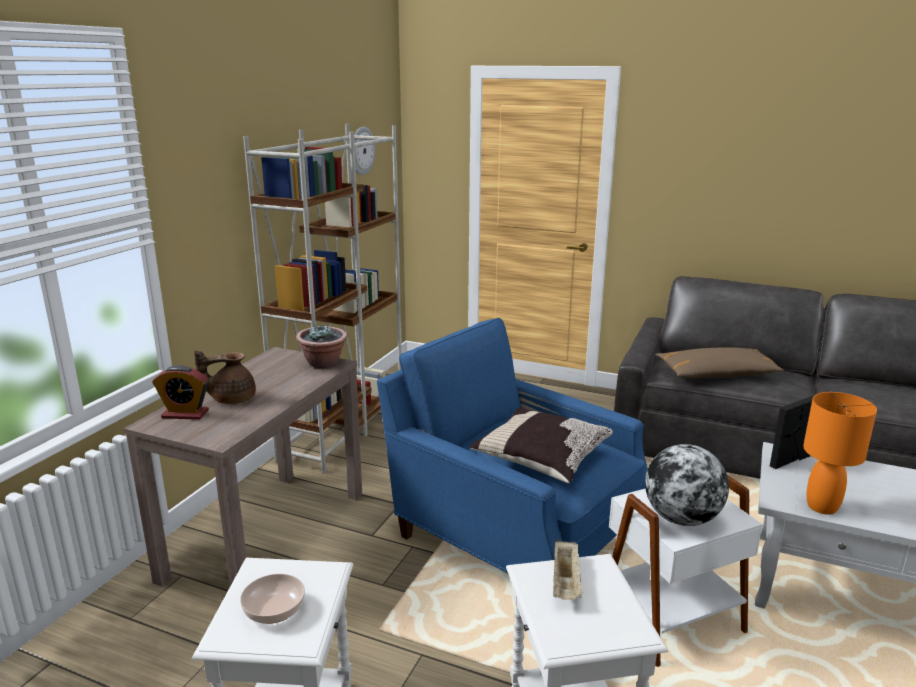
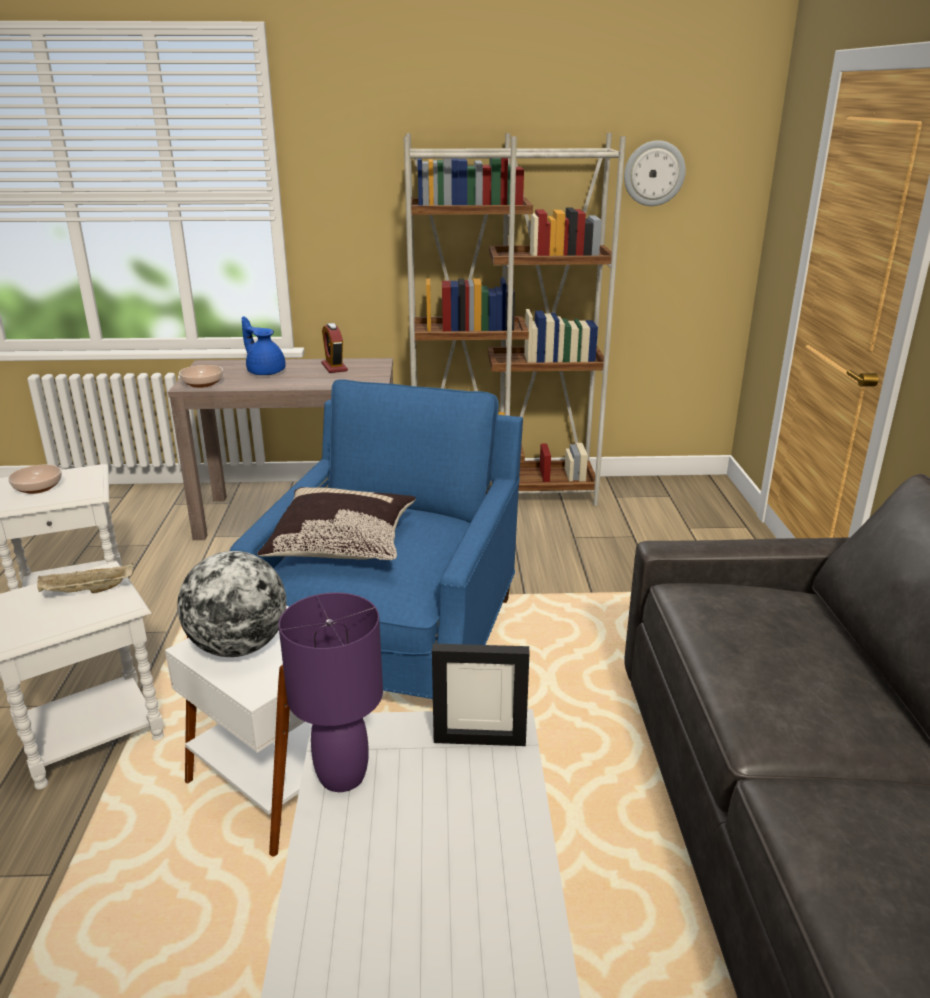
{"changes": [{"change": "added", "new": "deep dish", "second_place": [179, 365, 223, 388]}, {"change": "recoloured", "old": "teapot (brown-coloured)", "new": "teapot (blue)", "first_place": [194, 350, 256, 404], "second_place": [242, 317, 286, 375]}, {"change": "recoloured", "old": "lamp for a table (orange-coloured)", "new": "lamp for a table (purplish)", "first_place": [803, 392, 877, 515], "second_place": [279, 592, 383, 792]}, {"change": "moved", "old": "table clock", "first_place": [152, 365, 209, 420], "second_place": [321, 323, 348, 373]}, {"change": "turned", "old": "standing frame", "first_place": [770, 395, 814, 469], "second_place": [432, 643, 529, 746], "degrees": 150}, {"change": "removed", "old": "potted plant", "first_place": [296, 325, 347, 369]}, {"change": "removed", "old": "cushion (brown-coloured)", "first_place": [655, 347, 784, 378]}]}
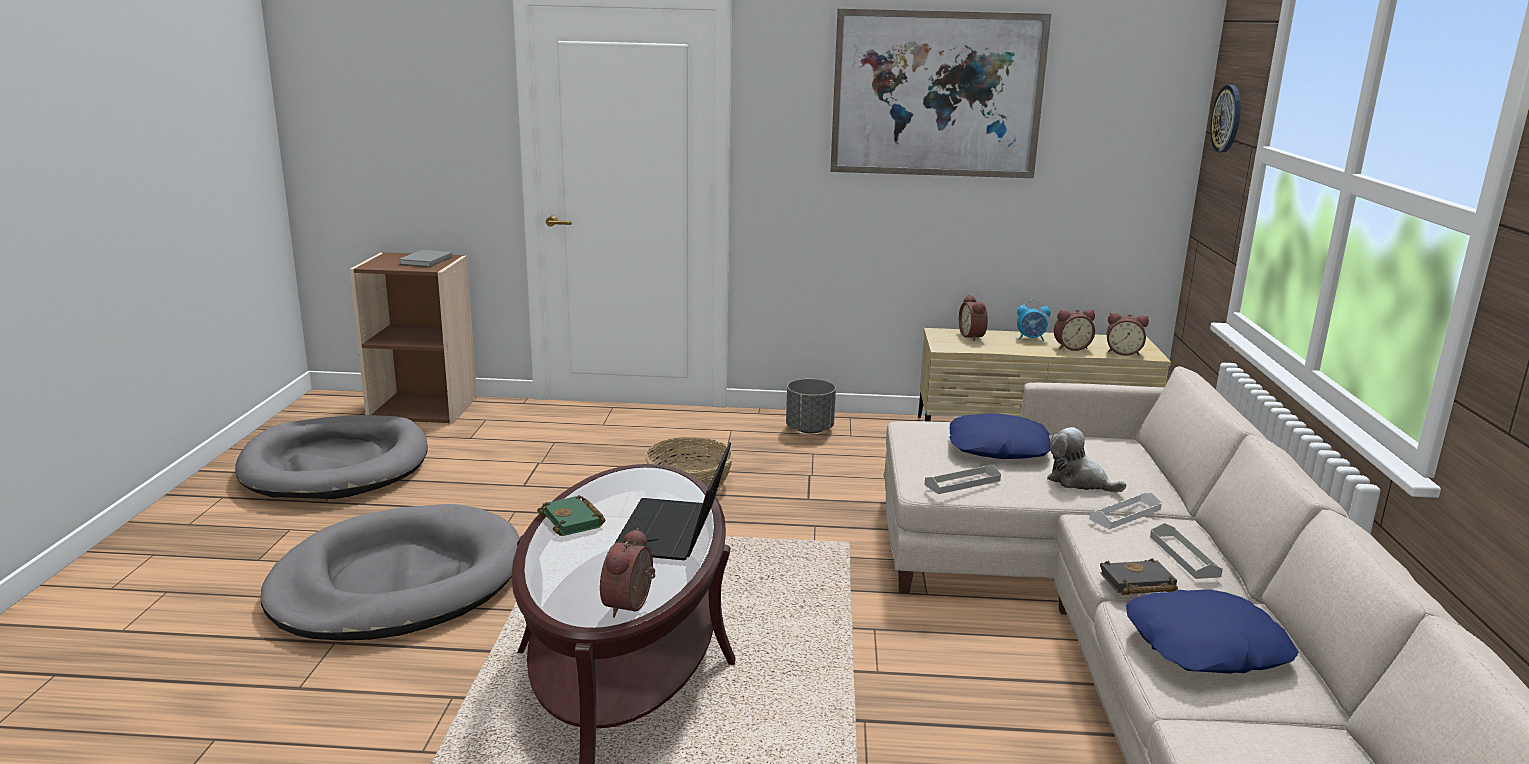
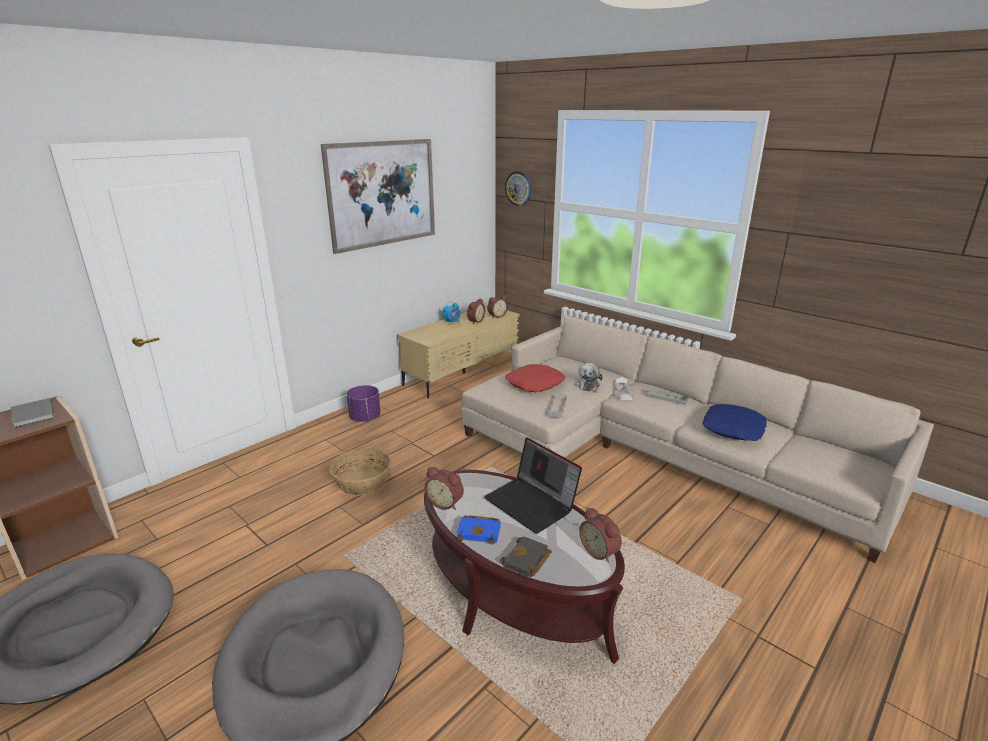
{"changes": [{"change": "recoloured", "old": "planter (grey)", "new": "planter (purplish)", "first_place": [786, 379, 836, 434], "second_place": [347, 385, 381, 422]}, {"change": "moved", "old": "table clock", "first_place": [959, 295, 988, 341], "second_place": [425, 467, 464, 510]}, {"change": "recoloured", "old": "bound book (greenish)", "new": "bound book (blue)", "first_place": [537, 495, 605, 536], "second_place": [457, 515, 501, 544]}, {"change": "moved", "old": "bound book (blackish)", "first_place": [1100, 558, 1178, 595], "second_place": [500, 536, 552, 577]}, {"change": "recoloured", "old": "cushion (blue)", "new": "cushion (red)", "first_place": [949, 414, 1050, 459], "second_place": [505, 364, 566, 392]}, {"change": "turned", "old": "cuddly toy", "first_place": [1047, 427, 1126, 493], "second_place": [574, 363, 602, 391], "degrees": -75}]}
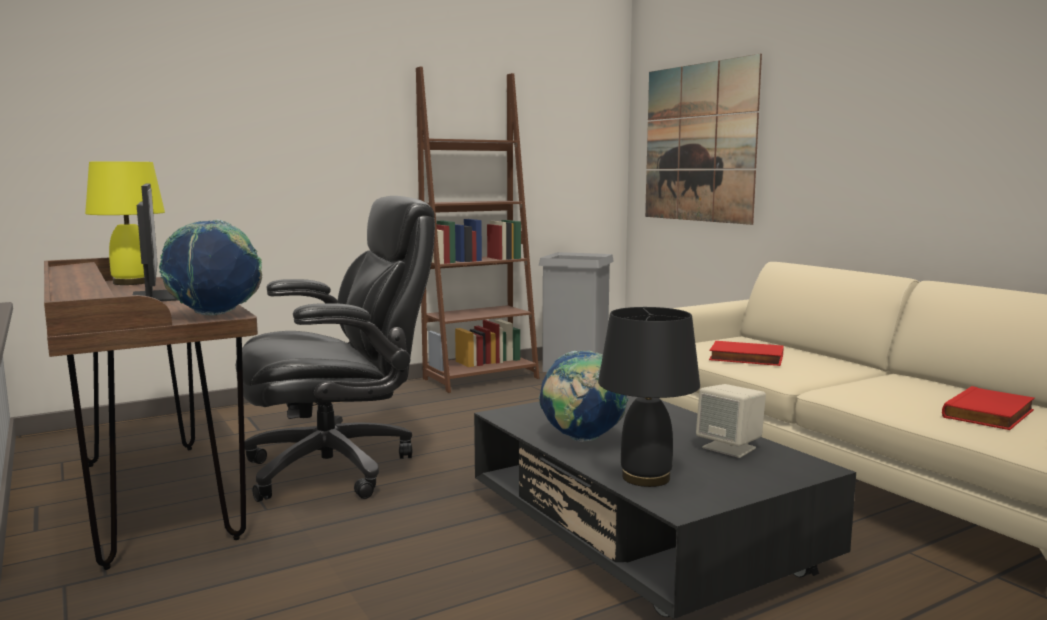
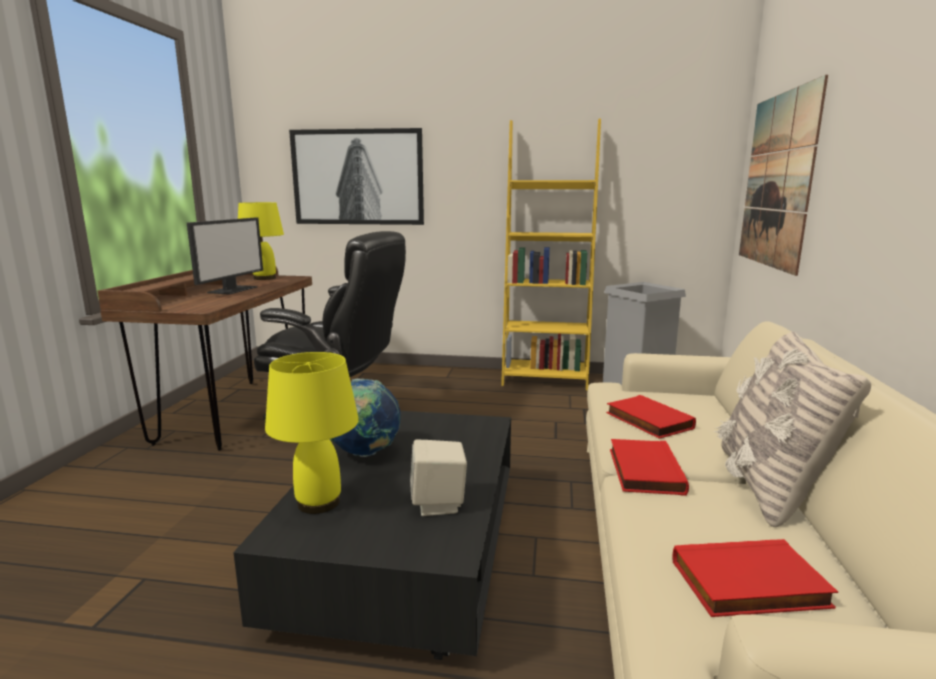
{"changes": [{"change": "recoloured", "old": "lamp for a table (blackish)", "new": "lamp for a table (yellowish)", "first_place": [598, 307, 700, 487], "second_place": [265, 352, 359, 514]}, {"change": "added", "new": "picture", "second_place": [289, 128, 424, 225]}, {"change": "recoloured", "old": "bookcase (brown-coloured)", "new": "bookcase (yellowish)", "first_place": [416, 67, 540, 393], "second_place": [501, 119, 601, 391]}, {"change": "added", "new": "bound book (red)", "second_place": [610, 439, 689, 496]}, {"change": "added", "new": "cushion (sand-coloured)", "second_place": [714, 332, 871, 527]}, {"change": "removed", "old": "desk globe", "first_place": [159, 219, 262, 316]}]}
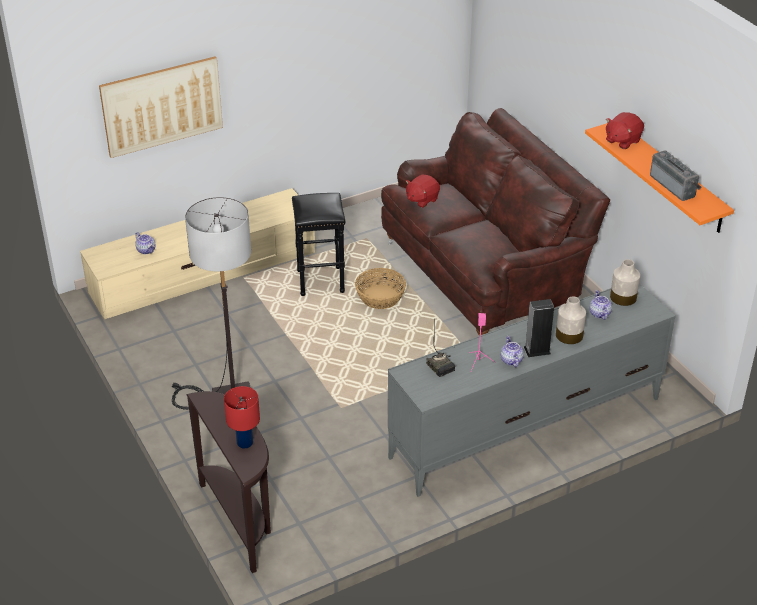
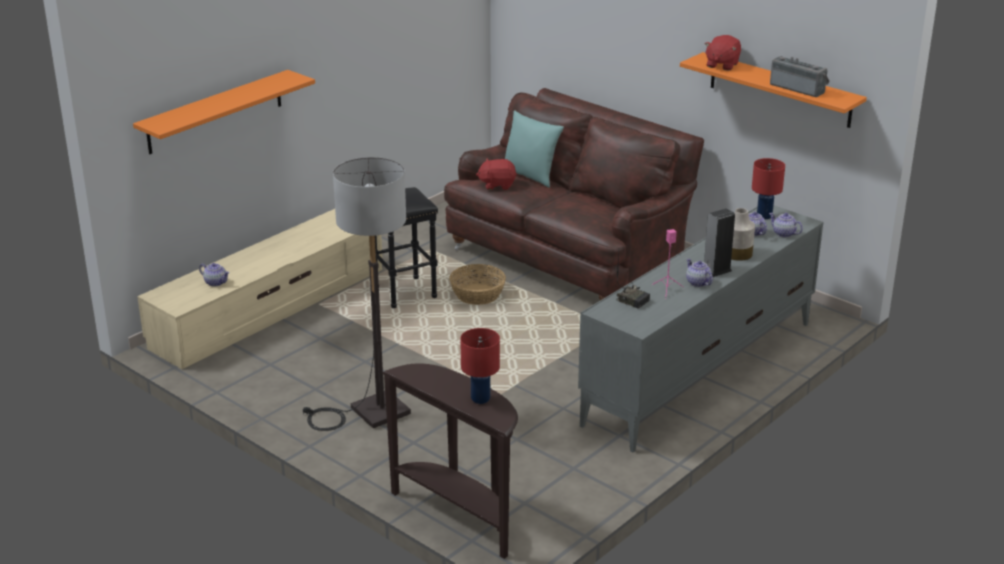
{"changes": [{"change": "replaced", "old": "picture", "new": "shelf (orange-coloured)", "first_place": [99, 57, 223, 158], "second_place": [133, 70, 315, 154]}, {"change": "turned", "old": "cuddly toy (red)", "first_place": [406, 175, 440, 208], "second_place": [476, 158, 517, 190], "degrees": 60}, {"change": "added", "new": "cushion (turquoise)", "second_place": [505, 110, 564, 188]}, {"change": "replaced", "old": "flower vase (sand-coloured)", "new": "lamp for a table (red)", "first_place": [610, 259, 640, 306], "second_place": [752, 158, 785, 219]}, {"change": "added", "new": "teapot", "second_place": [769, 213, 803, 237]}]}
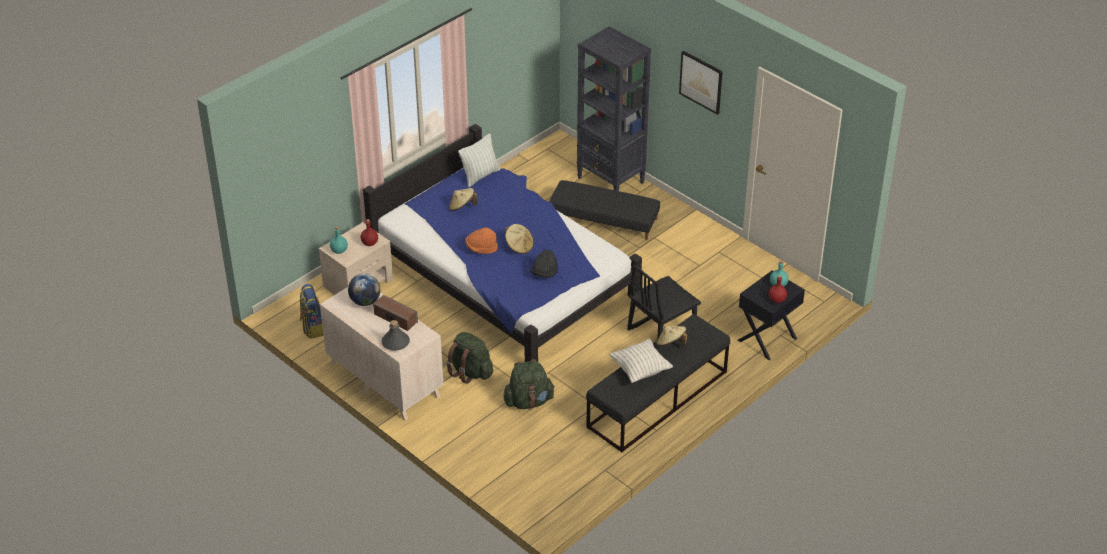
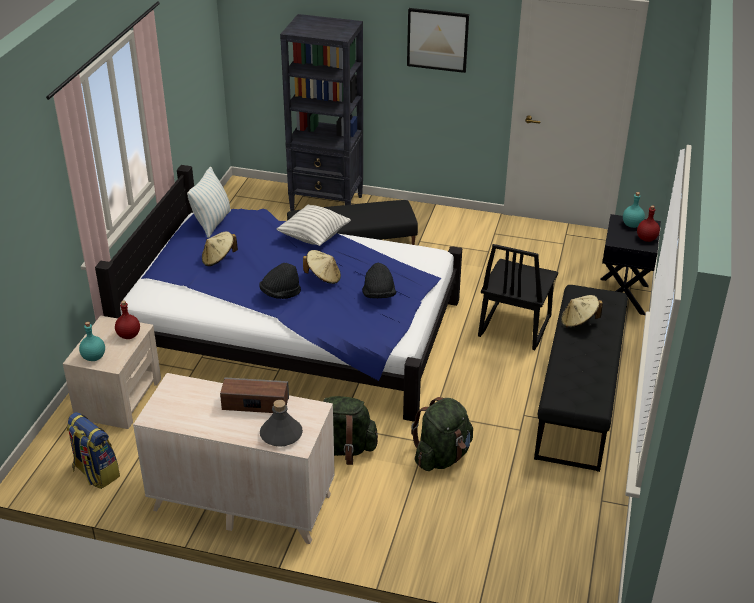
{"changes": [{"change": "recoloured", "old": "hat (orange-coloured)", "new": "hat (blackish)", "first_place": [465, 228, 498, 254], "second_place": [259, 263, 301, 299]}, {"change": "moved", "old": "cushion", "first_place": [609, 339, 673, 383], "second_place": [276, 204, 351, 246]}, {"change": "removed", "old": "desk globe", "first_place": [348, 274, 380, 306]}]}
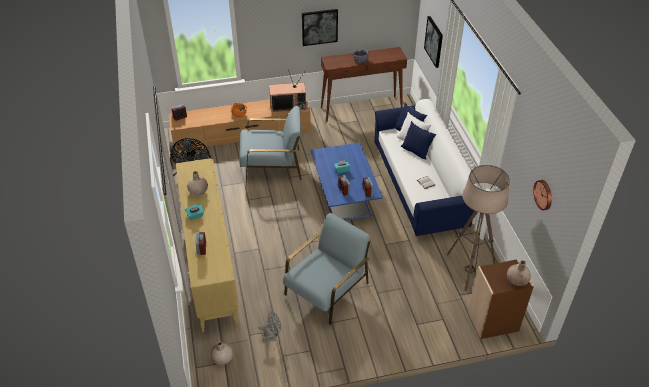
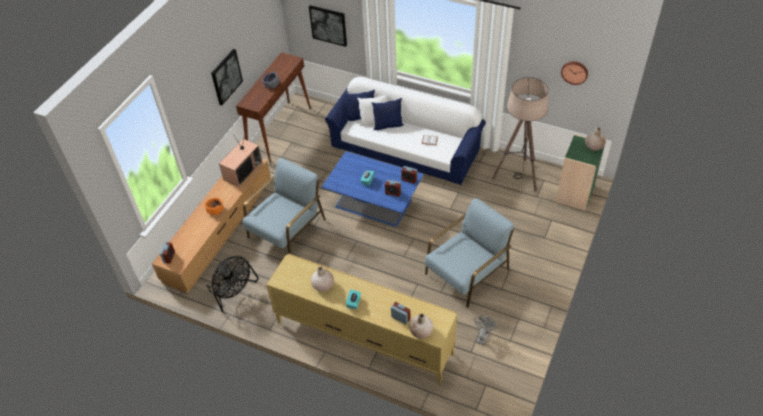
{"changes": [{"change": "moved", "old": "flower vase (sand-coloured)", "first_place": [210, 341, 233, 365], "second_place": [409, 313, 433, 338]}, {"change": "turned", "old": "easy chair (blue)", "first_place": [283, 213, 371, 325], "second_place": [425, 198, 514, 308], "degrees": 60}, {"change": "recoloured", "old": "bookcase (brown-coloured)", "new": "bookcase (greenish)", "first_place": [468, 259, 534, 339], "second_place": [556, 134, 604, 211]}]}
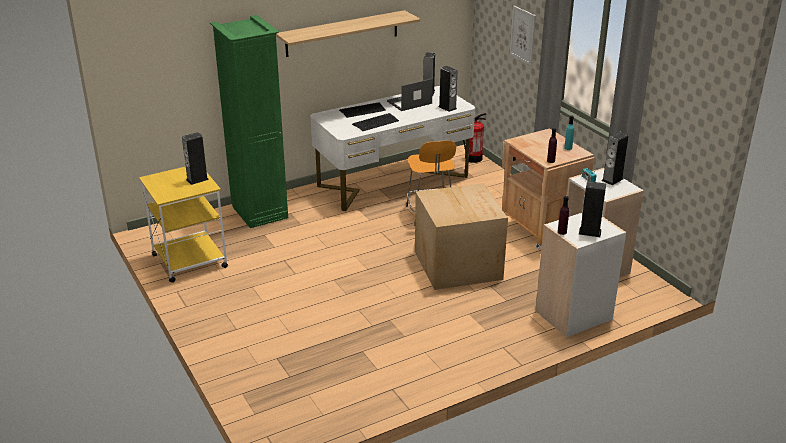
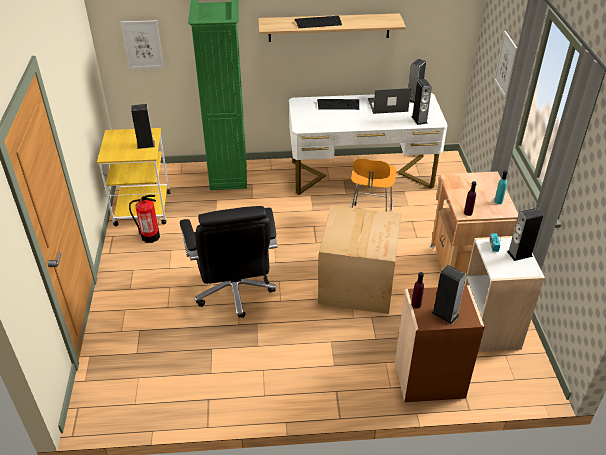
{"changes": [{"change": "added", "new": "picture", "second_place": [121, 20, 164, 69]}, {"change": "moved", "old": "fire extinguisher", "first_place": [463, 113, 486, 163], "second_place": [129, 195, 160, 243]}, {"change": "added", "new": "desk chair (blackish)", "second_place": [180, 206, 277, 318]}, {"change": "moved", "old": "PC keyboard", "first_place": [352, 113, 399, 131], "second_place": [295, 16, 342, 28]}, {"change": "recoloured", "old": "bookcase (white)", "new": "bookcase (brown-coloured)", "first_place": [535, 213, 626, 337], "second_place": [395, 285, 485, 402]}]}
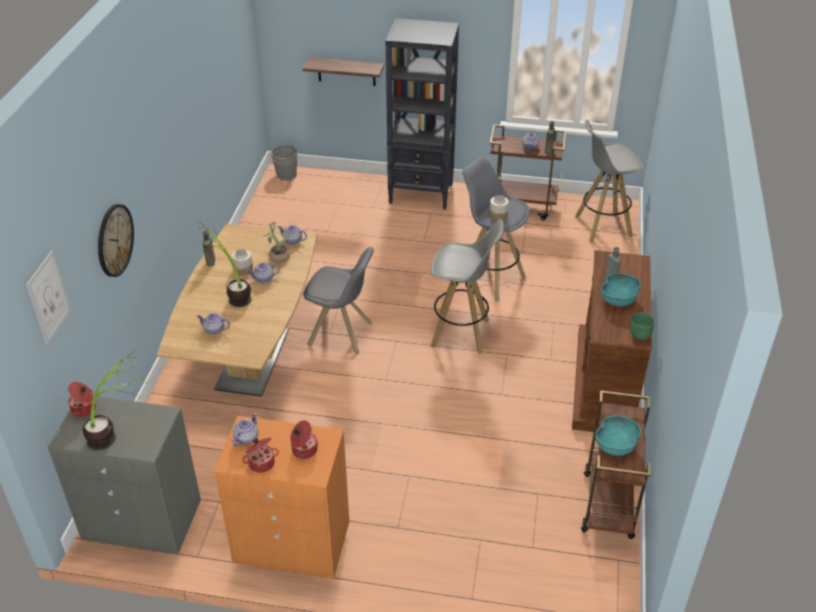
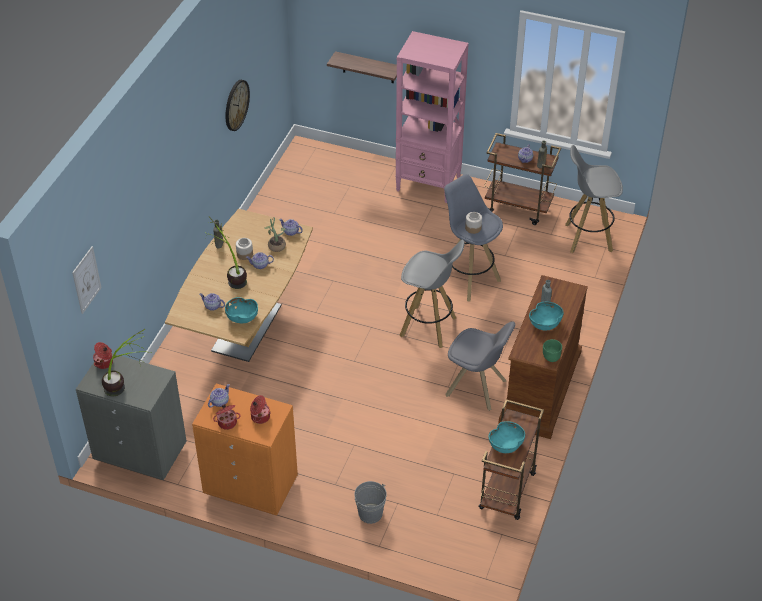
{"changes": [{"change": "added", "new": "deep dish (turquoise)", "second_place": [225, 297, 258, 323]}, {"change": "moved", "old": "wall clock", "first_place": [98, 204, 134, 277], "second_place": [226, 80, 250, 131]}, {"change": "moved", "old": "water bucket (grey)", "first_place": [271, 145, 298, 181], "second_place": [354, 481, 387, 524]}, {"change": "recoloured", "old": "bookcase (blackish)", "new": "bookcase (pink)", "first_place": [385, 18, 459, 209], "second_place": [395, 31, 469, 203]}, {"change": "moved", "old": "plain chair (grey)", "first_place": [303, 247, 374, 354], "second_place": [445, 321, 515, 411]}]}
